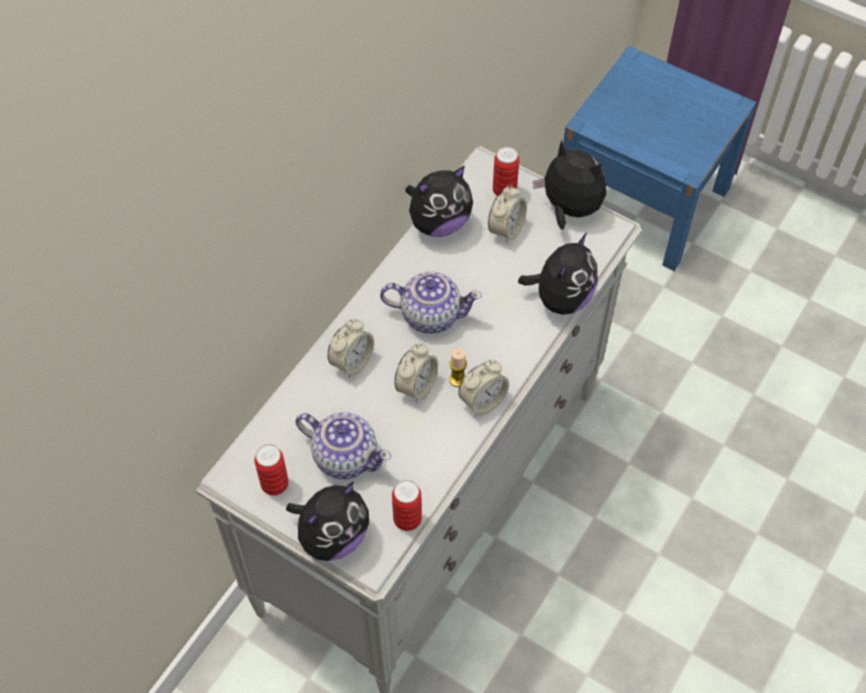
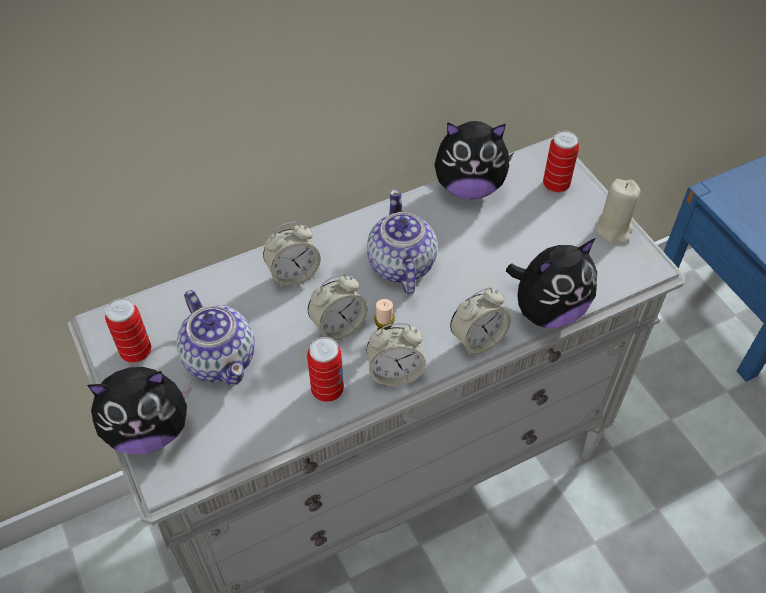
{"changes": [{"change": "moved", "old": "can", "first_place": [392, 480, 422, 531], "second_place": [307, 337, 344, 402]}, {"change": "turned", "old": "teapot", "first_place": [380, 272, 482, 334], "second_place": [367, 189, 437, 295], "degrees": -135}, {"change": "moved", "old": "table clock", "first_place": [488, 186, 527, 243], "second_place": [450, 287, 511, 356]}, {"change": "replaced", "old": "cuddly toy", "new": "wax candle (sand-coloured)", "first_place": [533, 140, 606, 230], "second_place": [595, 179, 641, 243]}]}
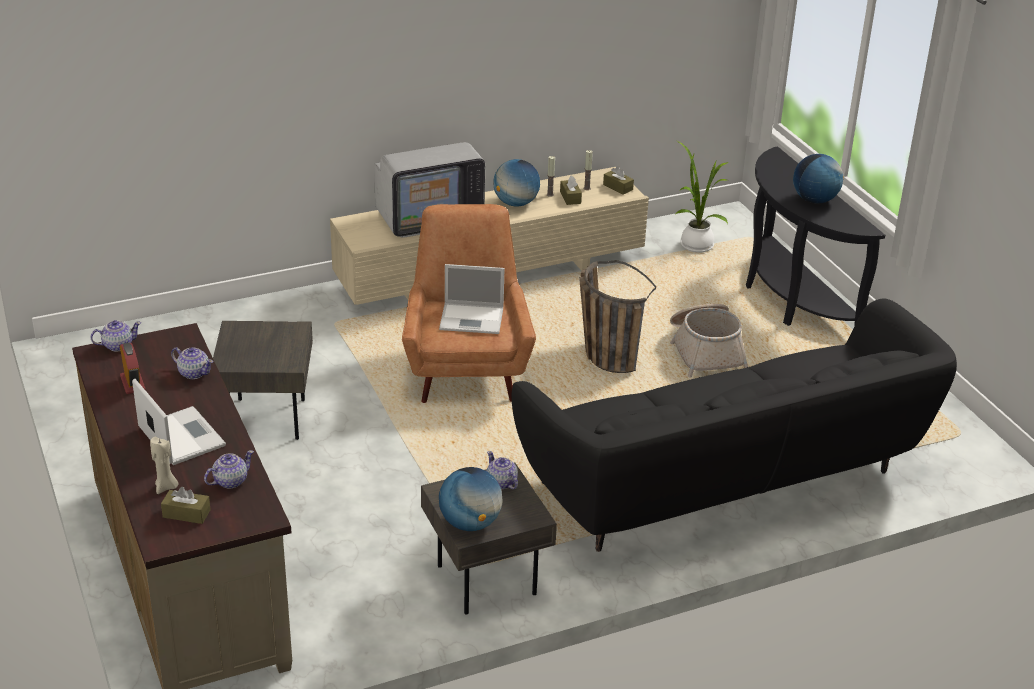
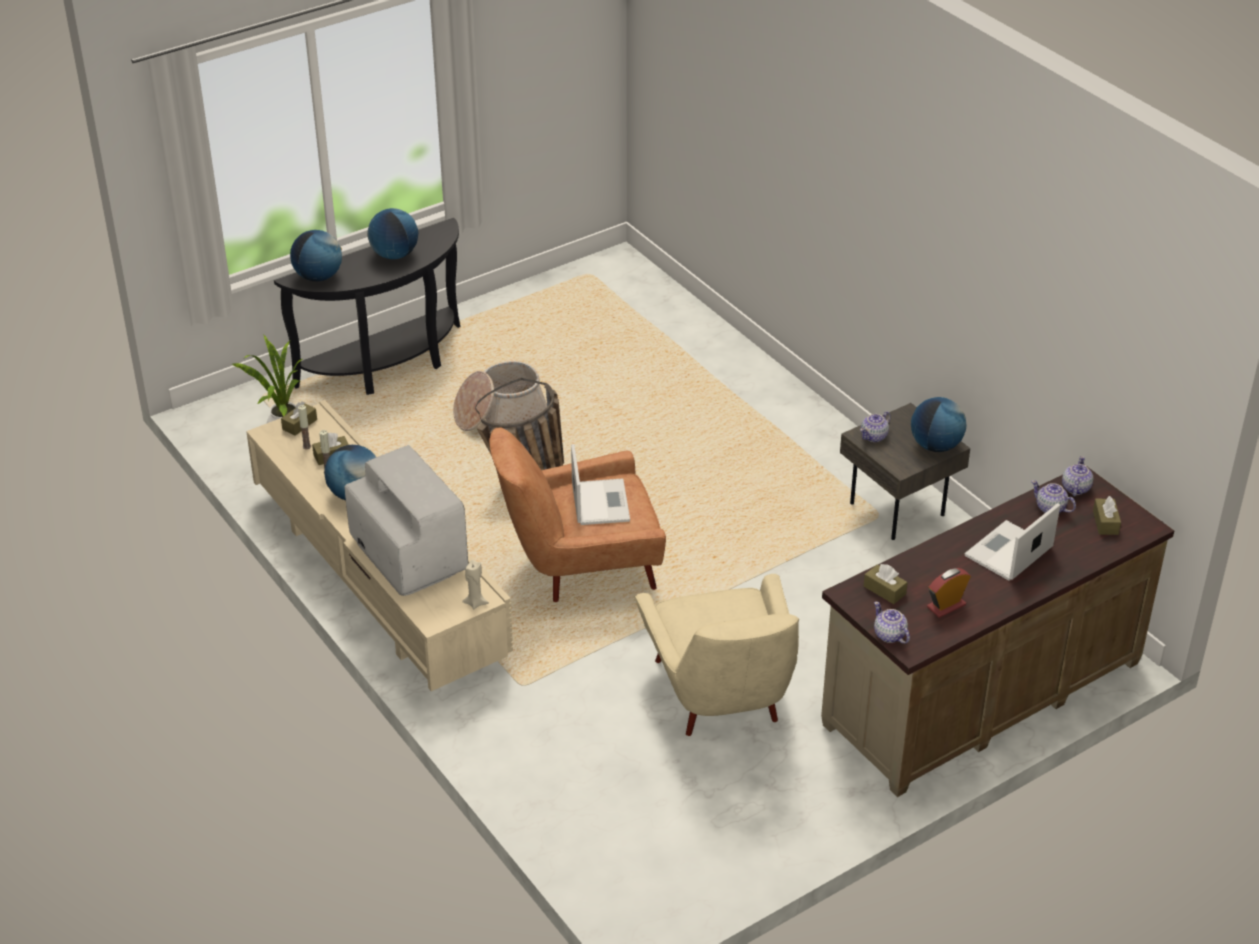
{"changes": [{"change": "added", "new": "desk globe", "second_place": [290, 230, 342, 282]}, {"change": "moved", "old": "wax candle (sand-coloured)", "first_place": [150, 437, 179, 494], "second_place": [462, 560, 489, 609]}, {"change": "replaced", "old": "side table (grey)", "new": "easy chair (sand-coloured)", "first_place": [213, 321, 313, 440], "second_place": [635, 574, 799, 736]}, {"change": "added", "new": "tissue holder (brown-coloured)", "second_place": [864, 564, 908, 604]}, {"change": "moved", "old": "teapot", "first_place": [171, 347, 213, 379], "second_place": [1062, 456, 1093, 496]}, {"change": "removed", "old": "sofa (blackish)", "first_place": [511, 298, 957, 552]}]}
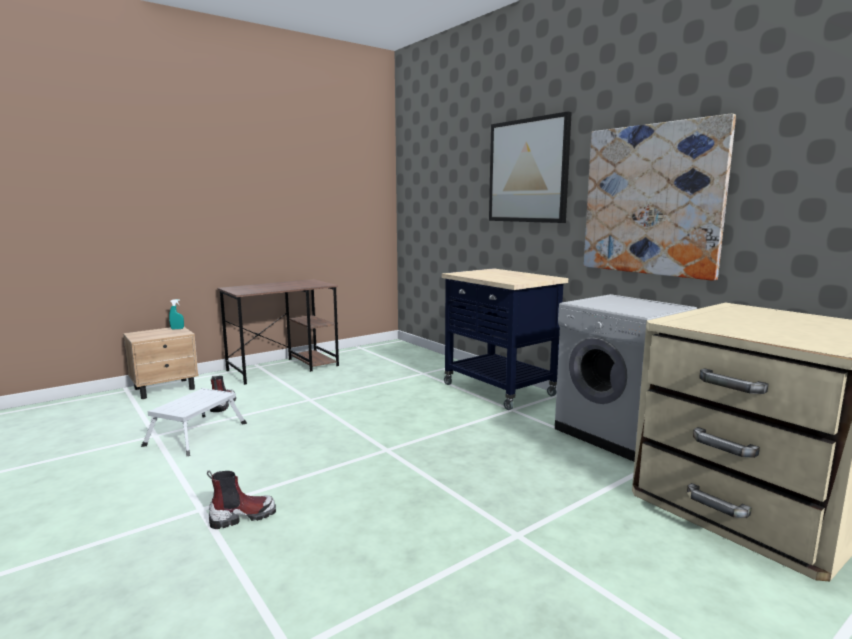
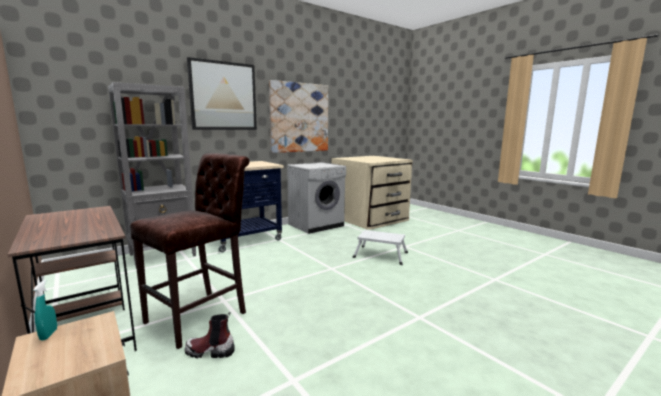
{"changes": [{"change": "added", "new": "bookcase (grey)", "second_place": [108, 82, 197, 269]}, {"change": "added", "new": "stool (brown-coloured)", "second_place": [130, 153, 250, 349]}, {"change": "moved", "old": "step ladder (white)", "first_place": [141, 388, 247, 456], "second_place": [352, 230, 408, 265]}, {"change": "removed", "old": "boot", "first_place": [207, 471, 276, 529]}]}
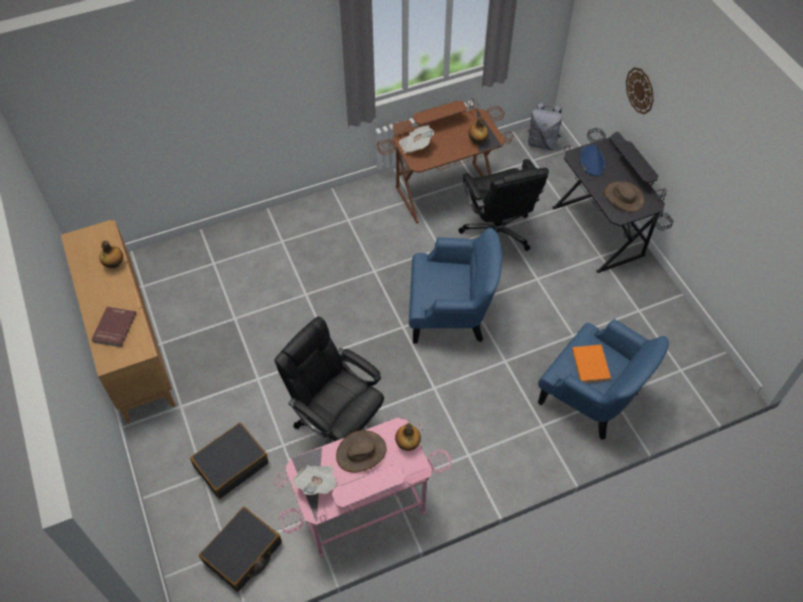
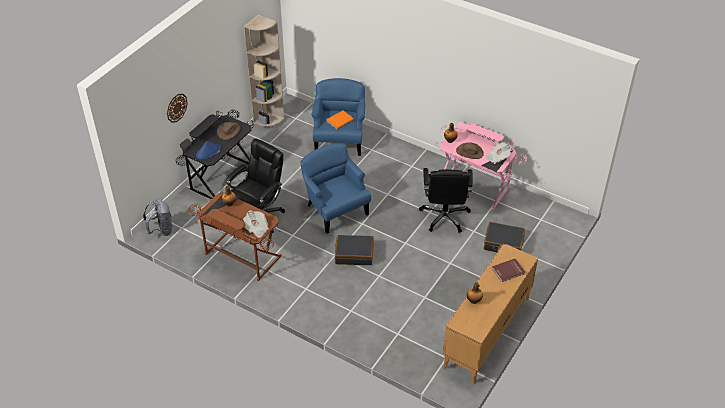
{"changes": [{"change": "added", "new": "bookcase (sand-coloured)", "second_place": [244, 15, 285, 127]}, {"change": "moved", "old": "suitcase (blackish)", "first_place": [199, 507, 282, 592], "second_place": [335, 235, 374, 265]}]}
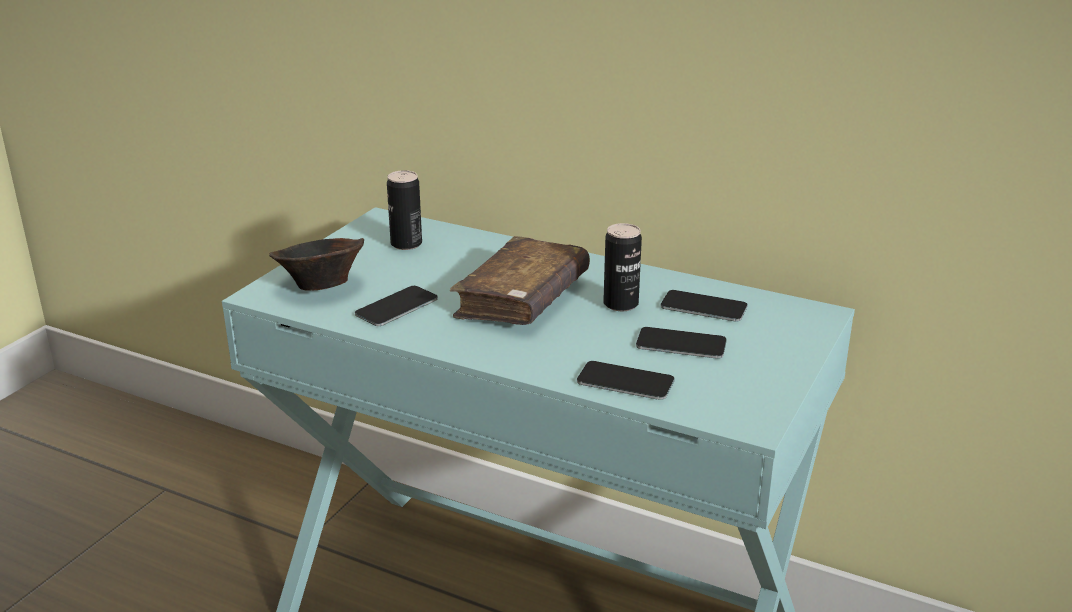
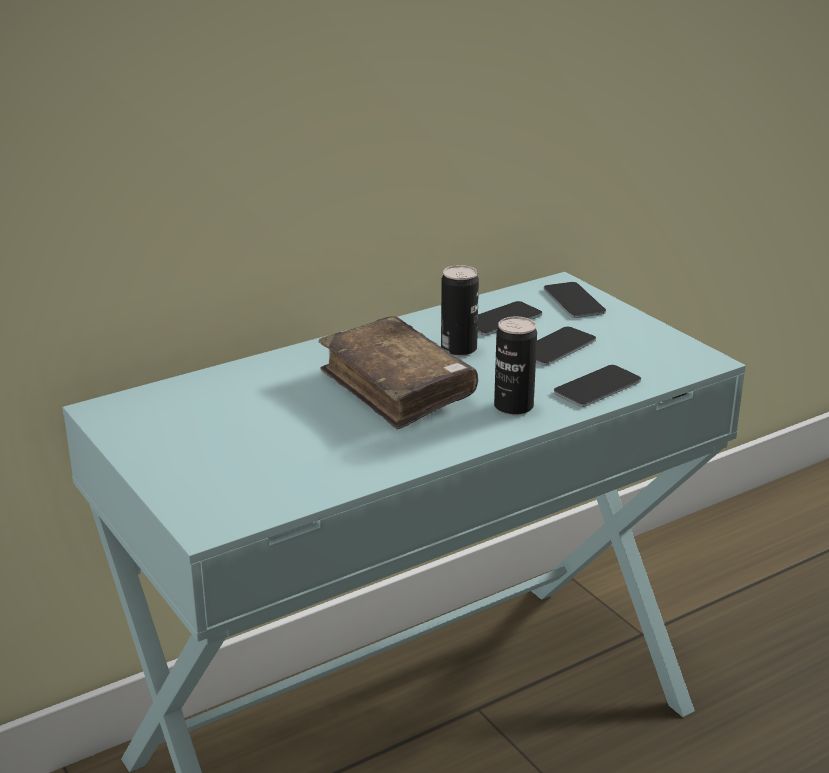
{"changes": [{"change": "moved", "old": "can", "first_place": [387, 170, 422, 250], "second_place": [494, 317, 537, 415]}, {"change": "moved", "old": "handset", "first_place": [355, 286, 438, 326], "second_place": [544, 282, 606, 318]}, {"change": "removed", "old": "deep dish (brown-coloured)", "first_place": [269, 238, 364, 291]}]}
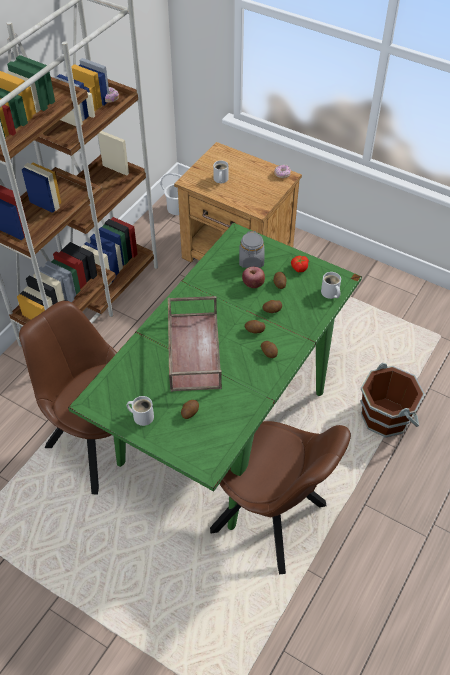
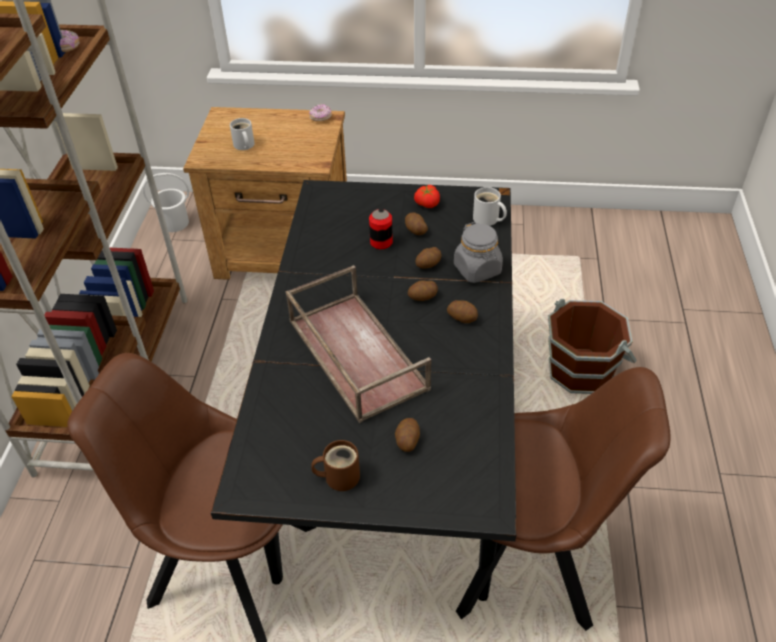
{"changes": [{"change": "recoloured", "old": "dinner table (greenish)", "new": "dinner table (blackish)", "first_place": [68, 223, 362, 530], "second_place": [211, 180, 516, 601]}, {"change": "recoloured", "old": "coffee mug (white)", "new": "coffee mug (brown-coloured)", "first_place": [126, 396, 154, 426], "second_place": [311, 440, 360, 491]}, {"change": "replaced", "old": "apple fruit", "new": "can", "first_place": [242, 267, 265, 288], "second_place": [369, 209, 393, 249]}, {"change": "moved", "old": "preserve jar (grey)", "first_place": [239, 231, 264, 268], "second_place": [454, 222, 503, 283]}]}
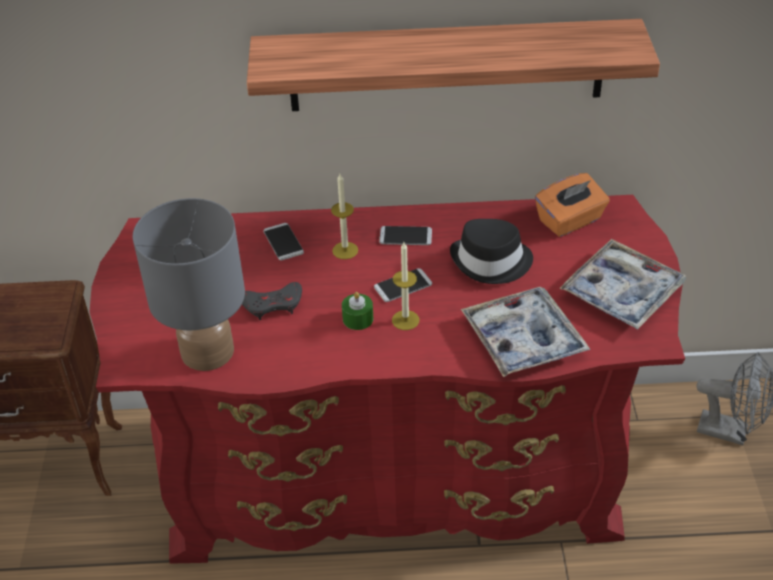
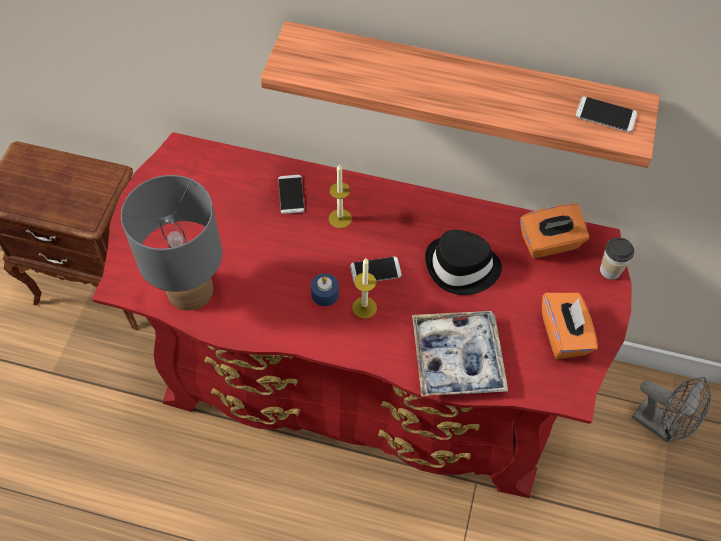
{"changes": [{"change": "recoloured", "old": "wax candle (greenish)", "new": "wax candle (blue)", "first_place": [342, 292, 374, 330], "second_place": [311, 273, 339, 306]}, {"change": "replaced", "old": "carrying tray", "new": "tissue holder (orange-coloured)", "first_place": [559, 239, 686, 330], "second_place": [542, 293, 598, 359]}, {"change": "moved", "old": "handset", "first_place": [379, 226, 432, 245], "second_place": [576, 96, 637, 132]}, {"change": "added", "new": "cup", "second_place": [600, 238, 634, 280]}, {"change": "removed", "old": "joypad (grey)", "first_place": [242, 282, 302, 320]}]}
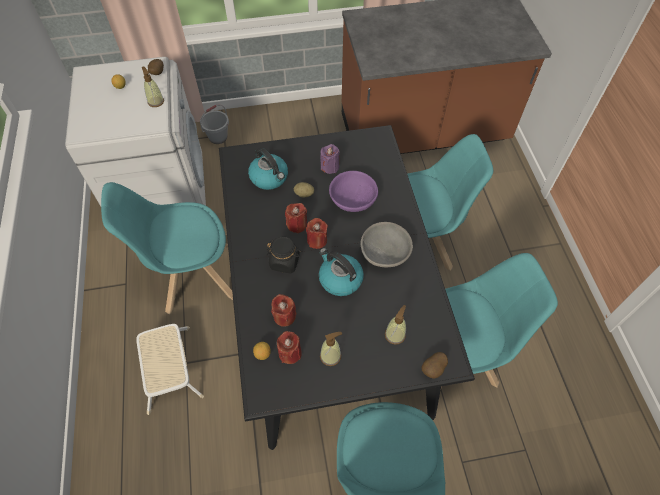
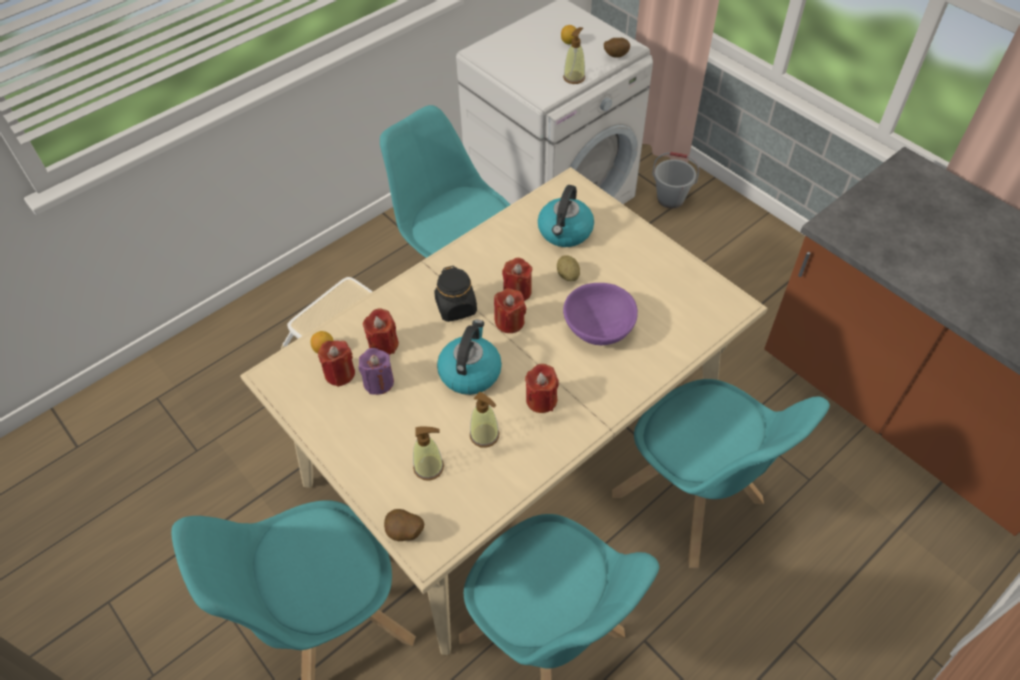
{"changes": [{"change": "recoloured", "old": "dinner table (blackish)", "new": "dinner table (sand-coloured)", "first_place": [219, 125, 475, 450], "second_place": [240, 167, 768, 655]}, {"change": "moved", "old": "wax candle (purplish)", "first_place": [320, 144, 340, 174], "second_place": [358, 348, 394, 395]}, {"change": "moved", "old": "soap dispenser", "first_place": [320, 332, 342, 366], "second_place": [470, 392, 499, 448]}, {"change": "replaced", "old": "deep dish (grey)", "new": "wax candle (red)", "first_place": [361, 222, 413, 267], "second_place": [525, 364, 559, 413]}]}
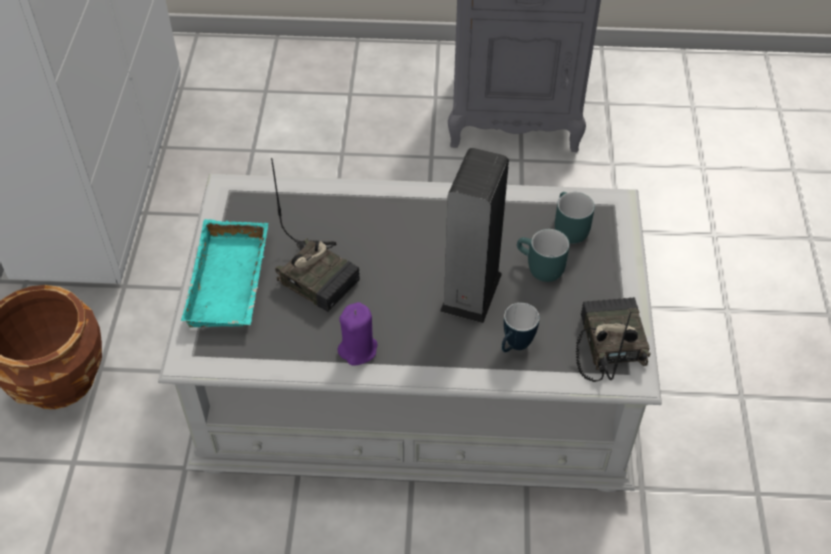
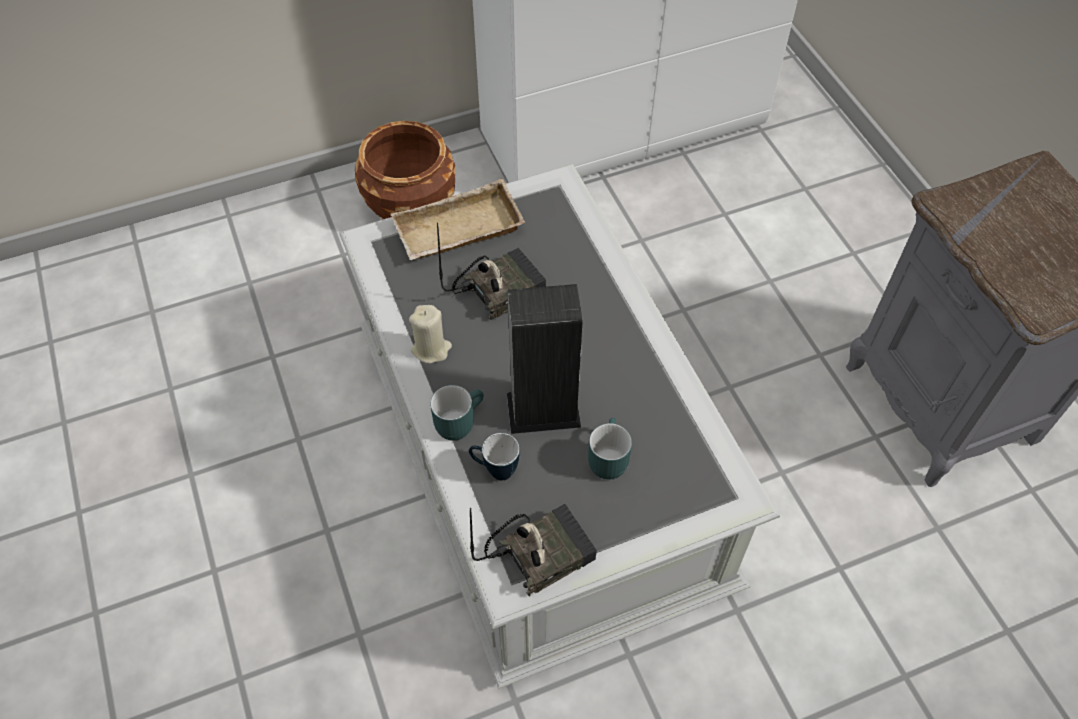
{"changes": [{"change": "recoloured", "old": "carrying tray (turquoise)", "new": "carrying tray (sand-coloured)", "first_place": [181, 219, 268, 327], "second_place": [391, 179, 525, 260]}, {"change": "recoloured", "old": "wax candle (purplish)", "new": "wax candle (sand-coloured)", "first_place": [337, 302, 377, 366], "second_place": [409, 305, 452, 364]}, {"change": "moved", "old": "coffee mug (turquoise)", "first_place": [555, 192, 595, 244], "second_place": [430, 385, 484, 441]}, {"change": "turned", "old": "radio", "first_place": [271, 158, 360, 312], "second_place": [437, 222, 546, 320], "degrees": -135}]}
